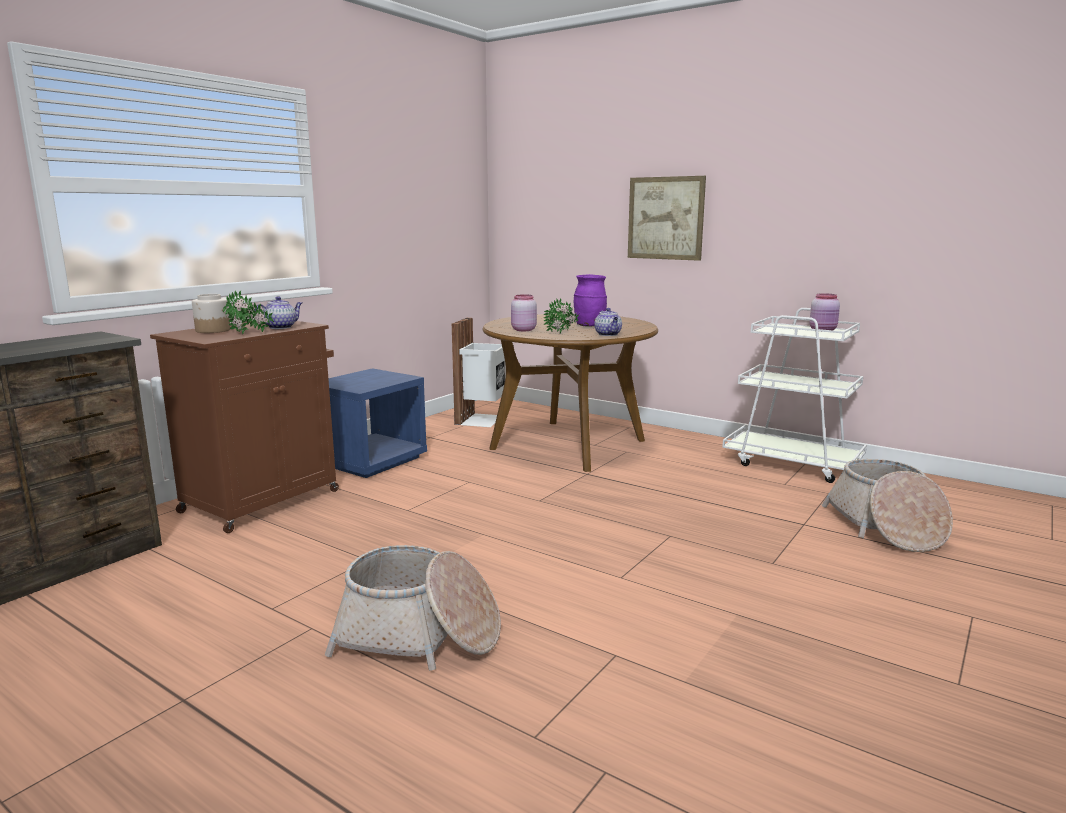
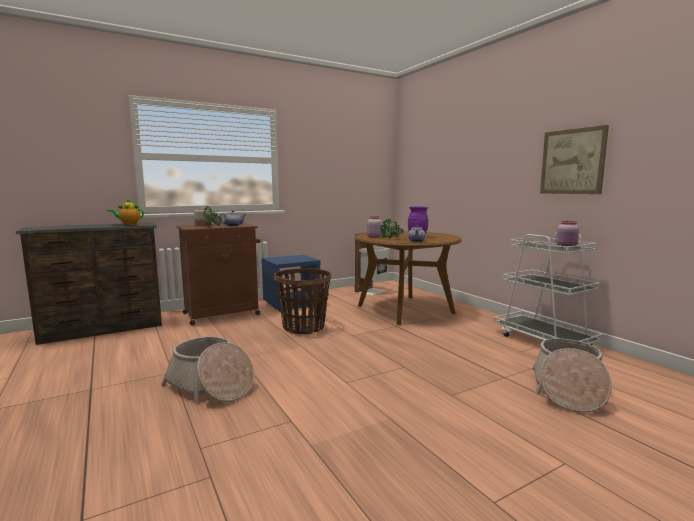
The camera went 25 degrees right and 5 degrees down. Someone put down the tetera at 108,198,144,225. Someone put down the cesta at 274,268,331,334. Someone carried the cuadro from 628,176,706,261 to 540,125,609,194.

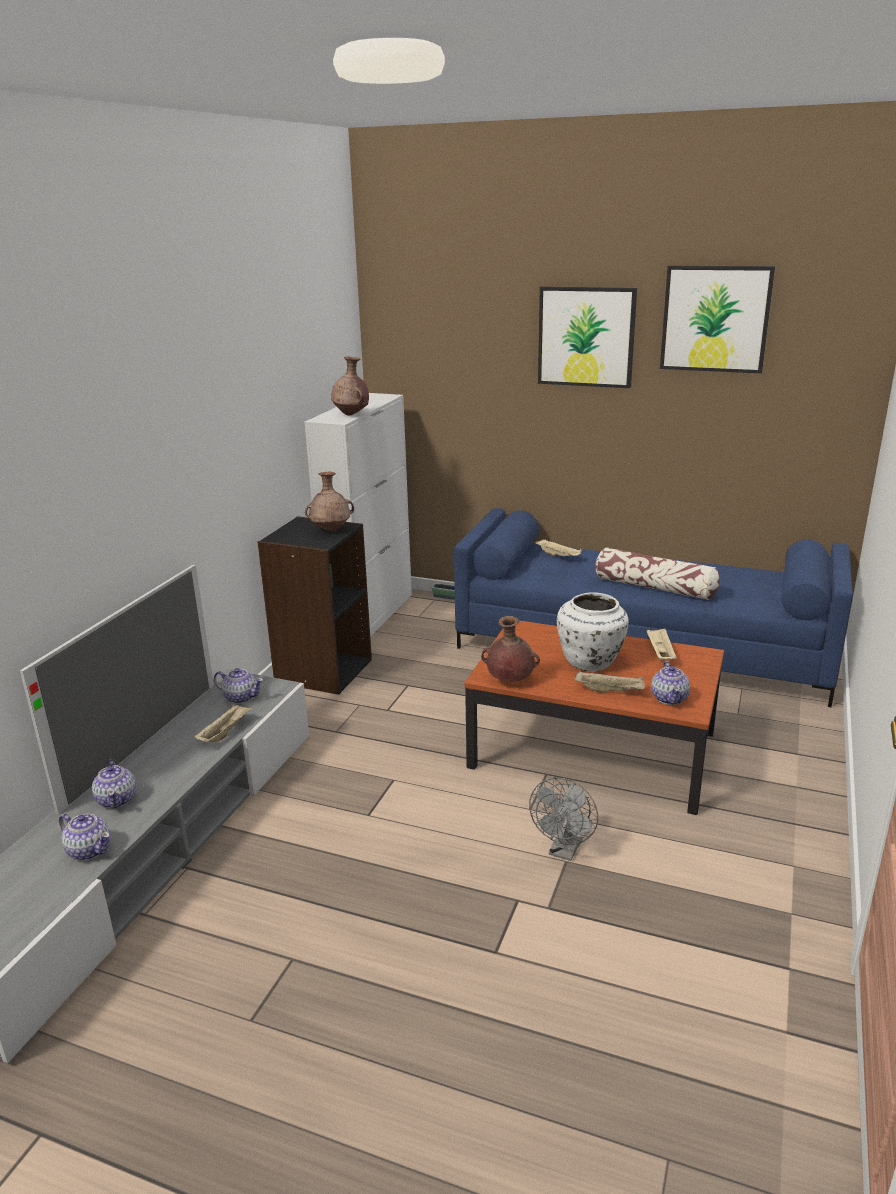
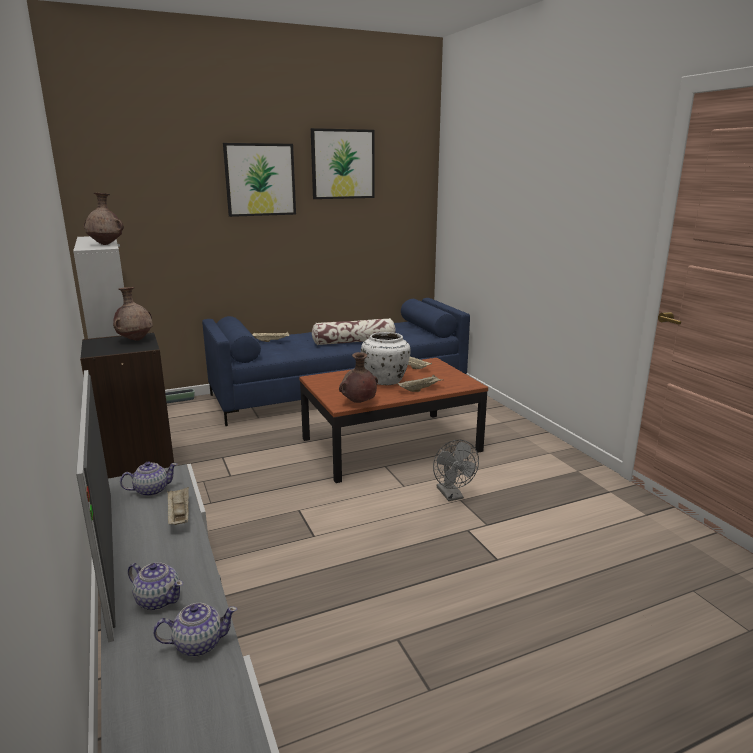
The camera went 45 degrees left and 5 degrees down. Someone took away the tetera at 651,661,690,705.

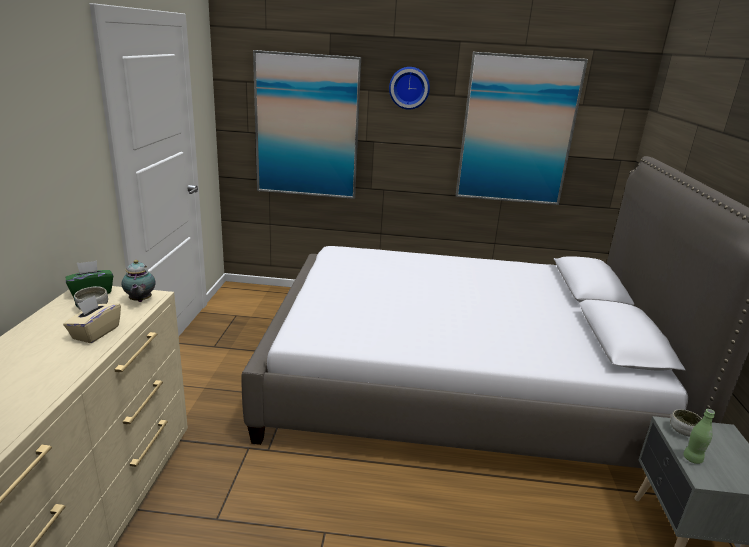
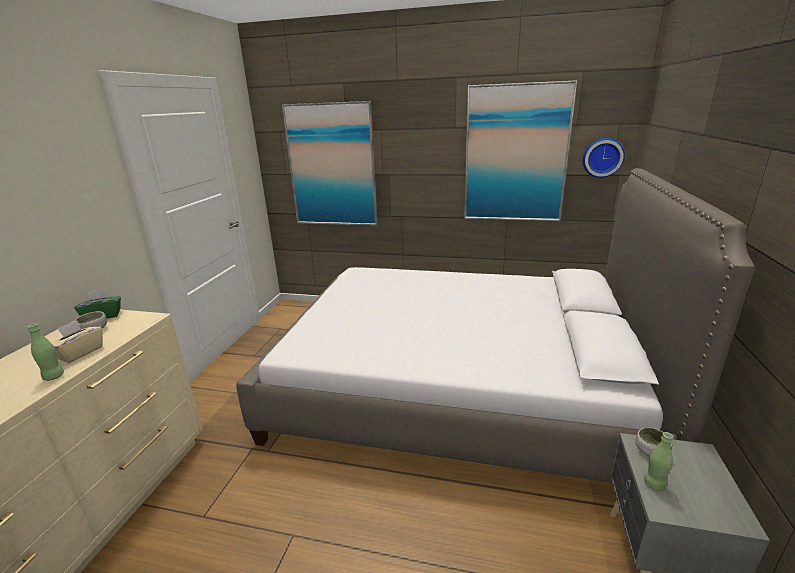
The camera went 10 degrees right and 0 degrees up. Someone took away the tetera at 122,260,155,302. Someone put down the botella/verde at 27,323,64,381. Someone carried the reloj de pared from 389,67,430,110 to 583,138,625,178.

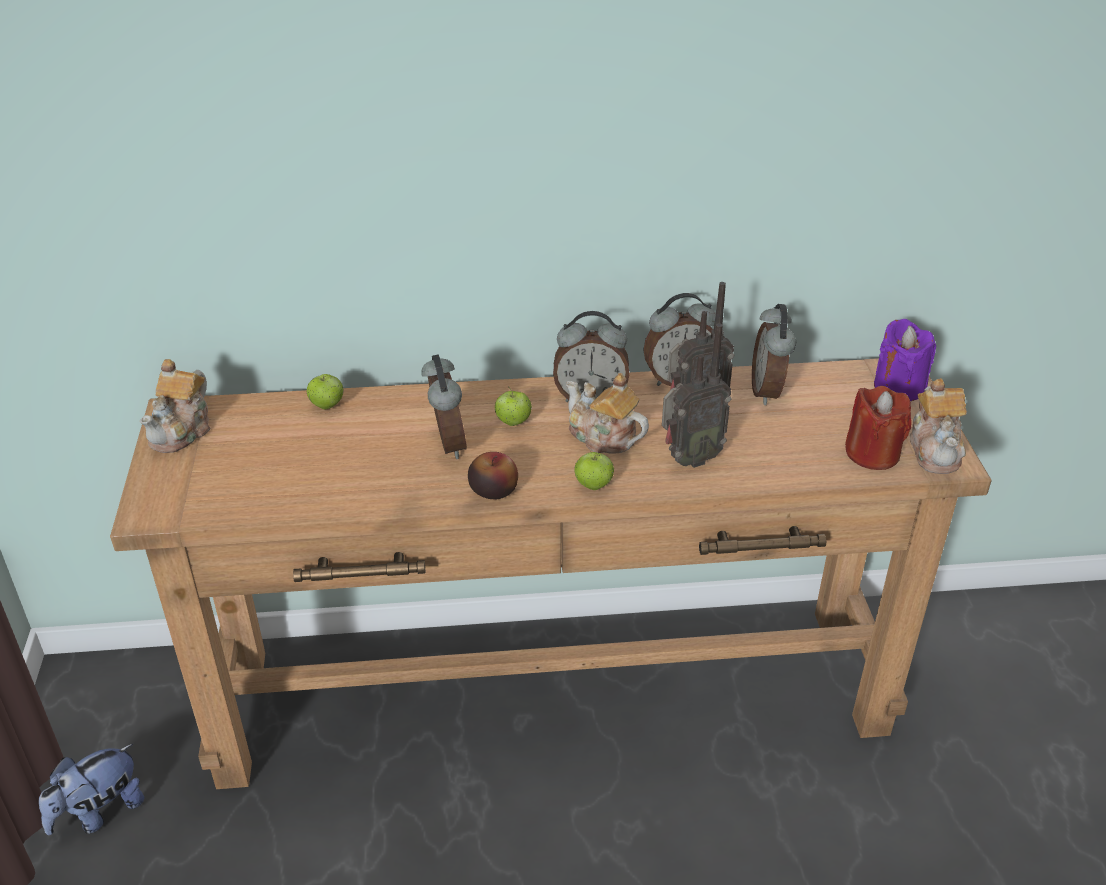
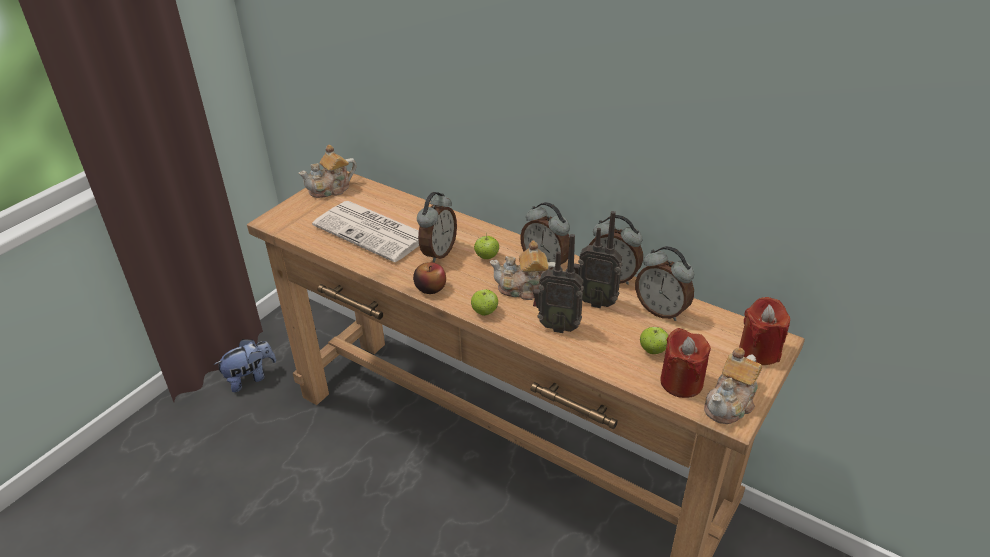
The camera went 40 degrees right and 0 degrees up. Someone put down the periódico at 312,201,419,262. Someone carried the manzana from 307,374,343,409 to 640,327,668,354. Someone repainted the vela/morado at 874,319,936,401, which became the vela/rojo at 739,297,790,365. Someone rotated the peluche at 39,744,145,835 by 150 degrees clockwise. Someone rotated the tetera at 566,373,649,454 by 75 degrees counterclockwise. Someone rotated the despertador at 752,304,796,405 by 90 degrees counterclockwise.

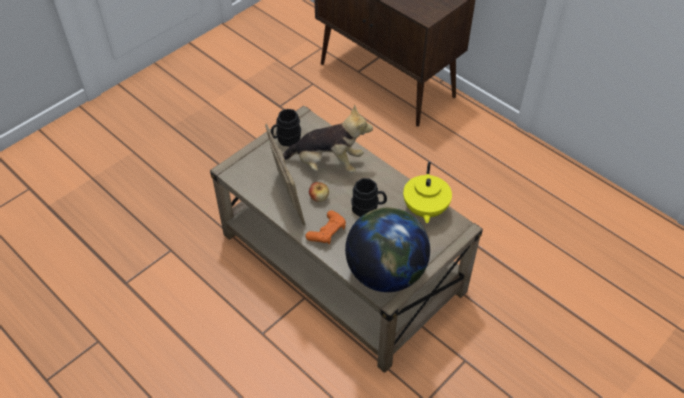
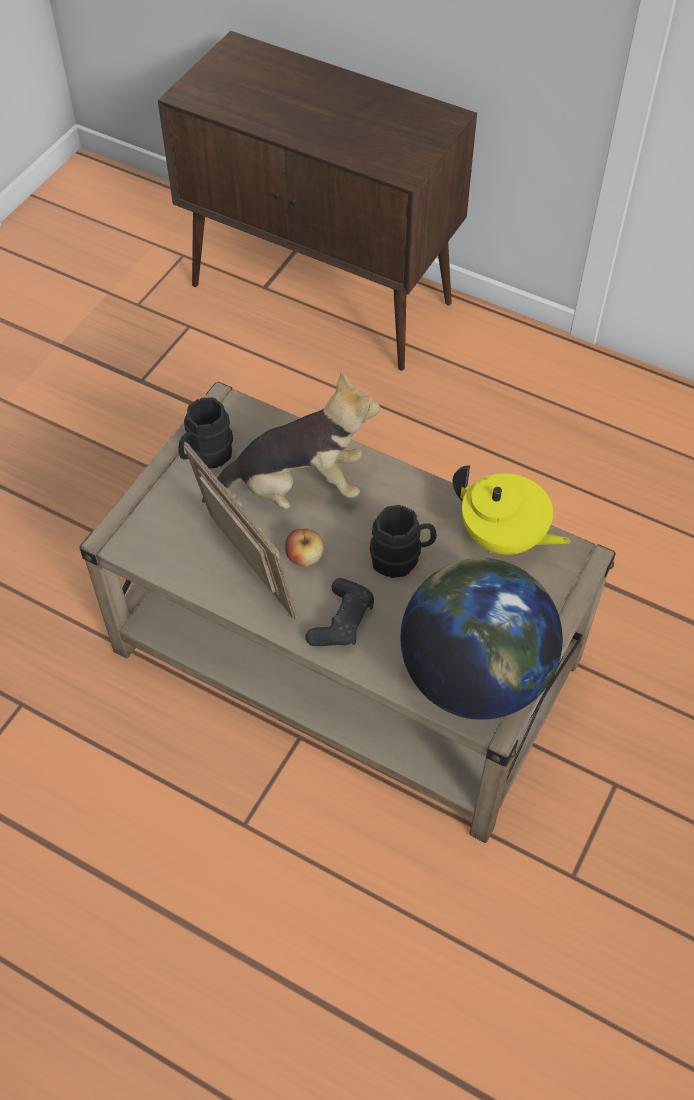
The camera went 15 degrees left and 5 degrees up. Someone repainted the mando de consola/naranja at 305,210,346,244, which became the mando de consola/negro at 306,578,374,646. Someone rotated the tetera/amarillo at 403,162,452,223 by 45 degrees counterclockwise.

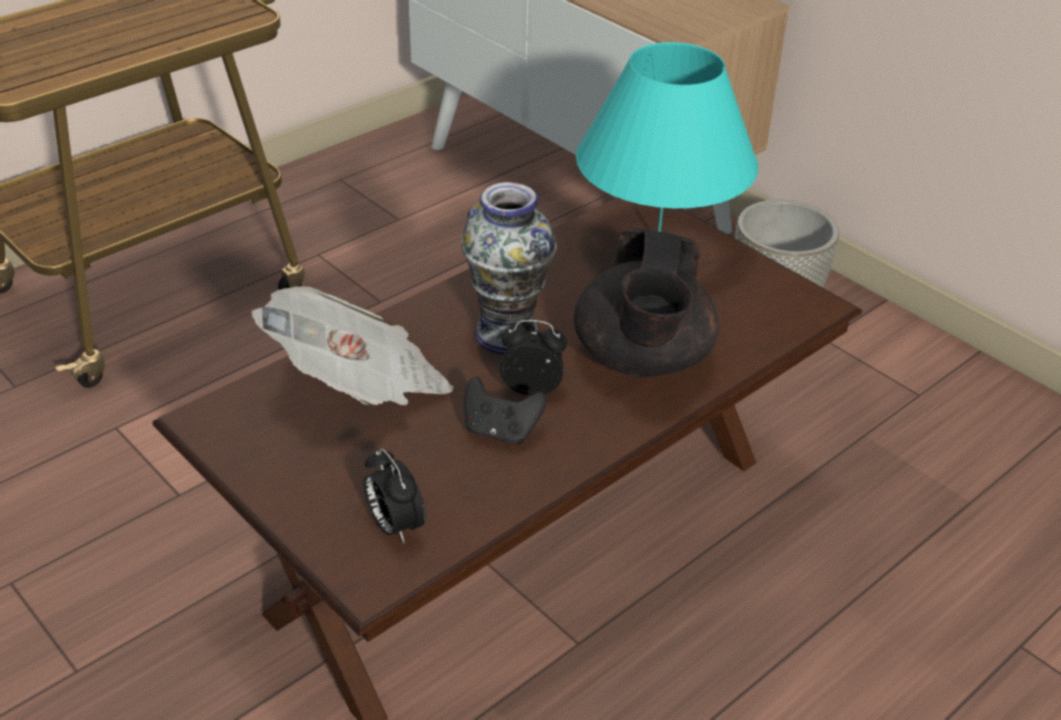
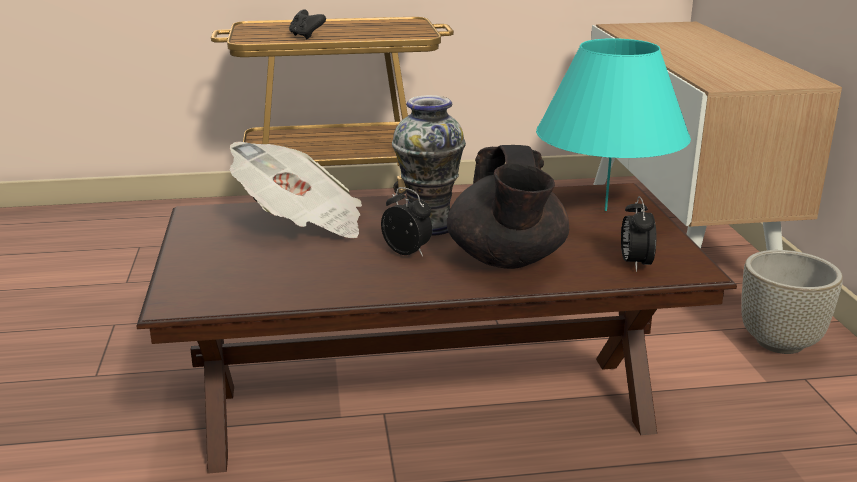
The camera went 35 degrees right and 15 degrees down. Someone carried the despertador from 363,448,426,543 to 621,196,656,272. Someone carried the mando de consola/negro from 464,376,547,444 to 289,10,326,39. Someone rotated the tetera/negro at 574,229,719,377 by 45 degrees counterclockwise.

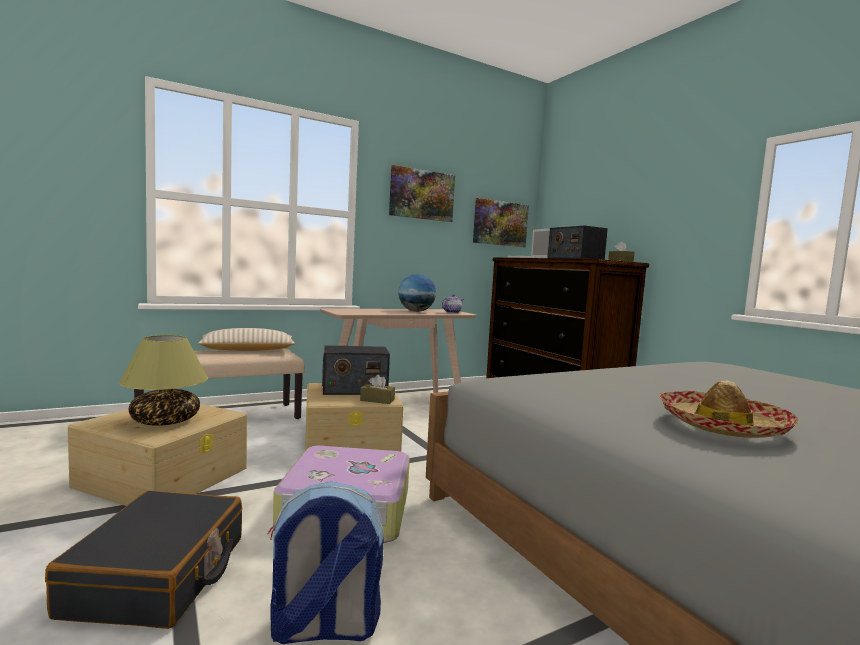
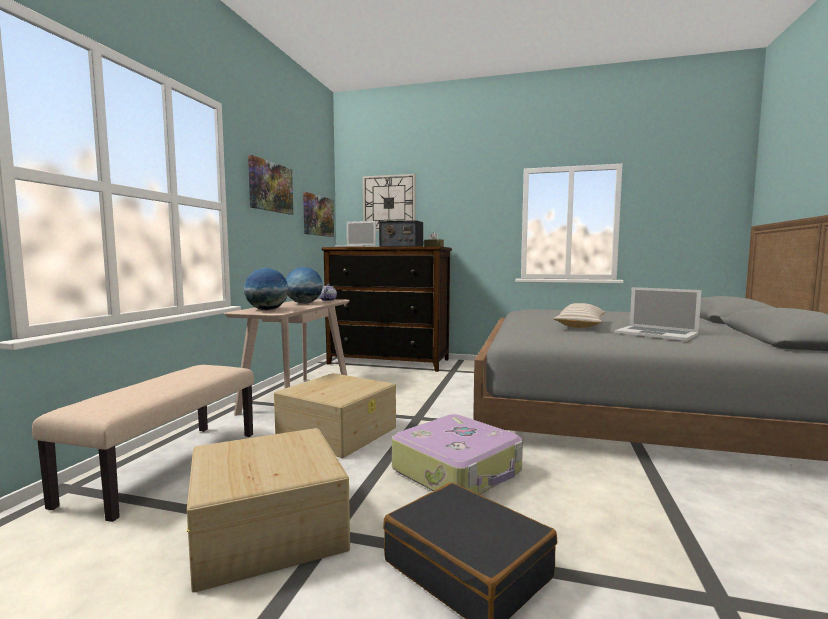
The camera went 45 degrees left and 0 degrees up. Someone took away the lámpara de mesa at 119,335,208,426. Someone took away the mochila at 268,482,384,644. Someone took away the radio at 322,345,390,395. Someone took away the caja de pañuelos/marrón at 360,374,395,404. Someone put down the globo terráqueo at 244,268,288,310. Someone put up the reloj de pared at 363,174,415,231. Someone carried the cojín/beis from 198,328,295,351 to 554,303,606,328. Someone swapped the sombrero at 659,380,798,438 for the portátil at 614,287,702,341.

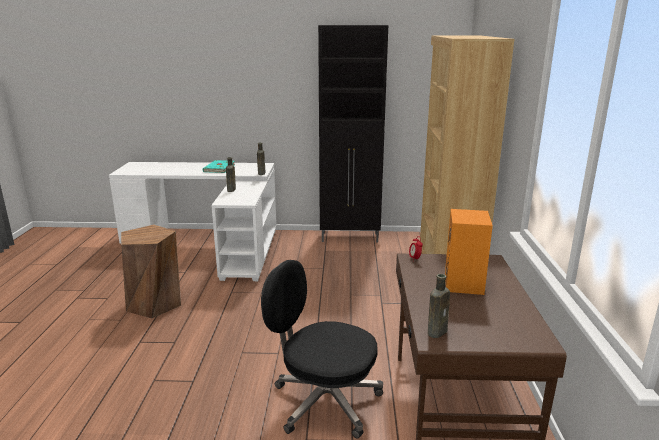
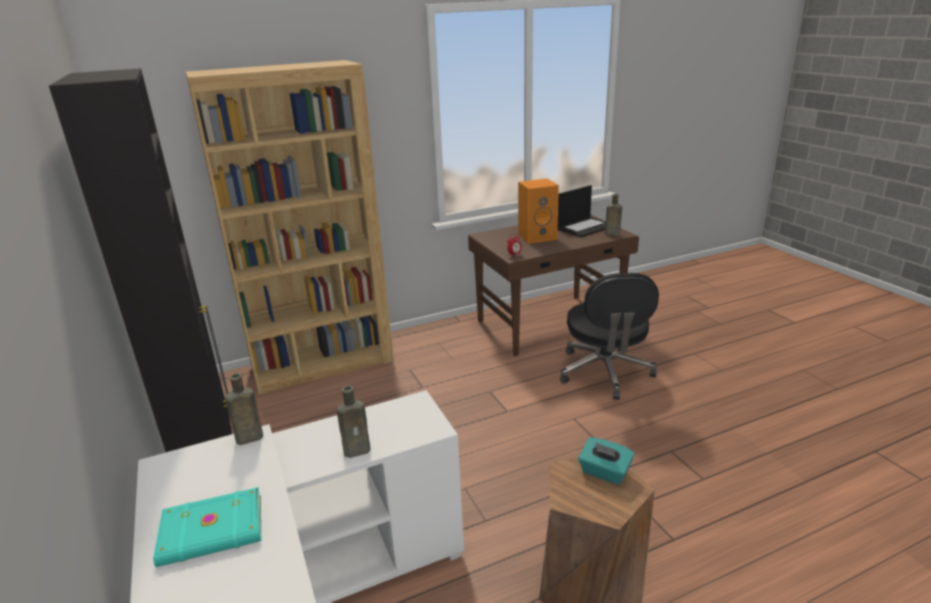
The camera went 115 degrees left and 5 degrees up. Someone put down the portátil at 558,185,606,238. Someone put down the caja de pañuelos/turquesa at 578,438,634,485.

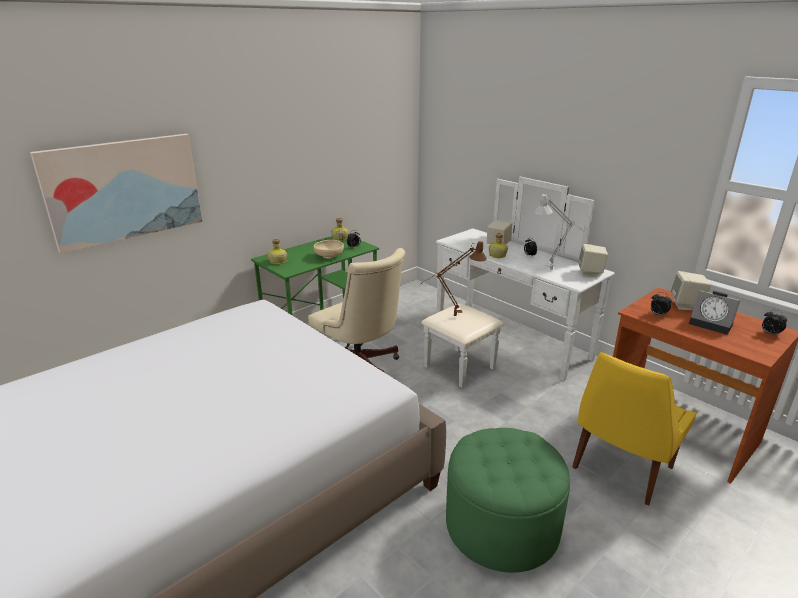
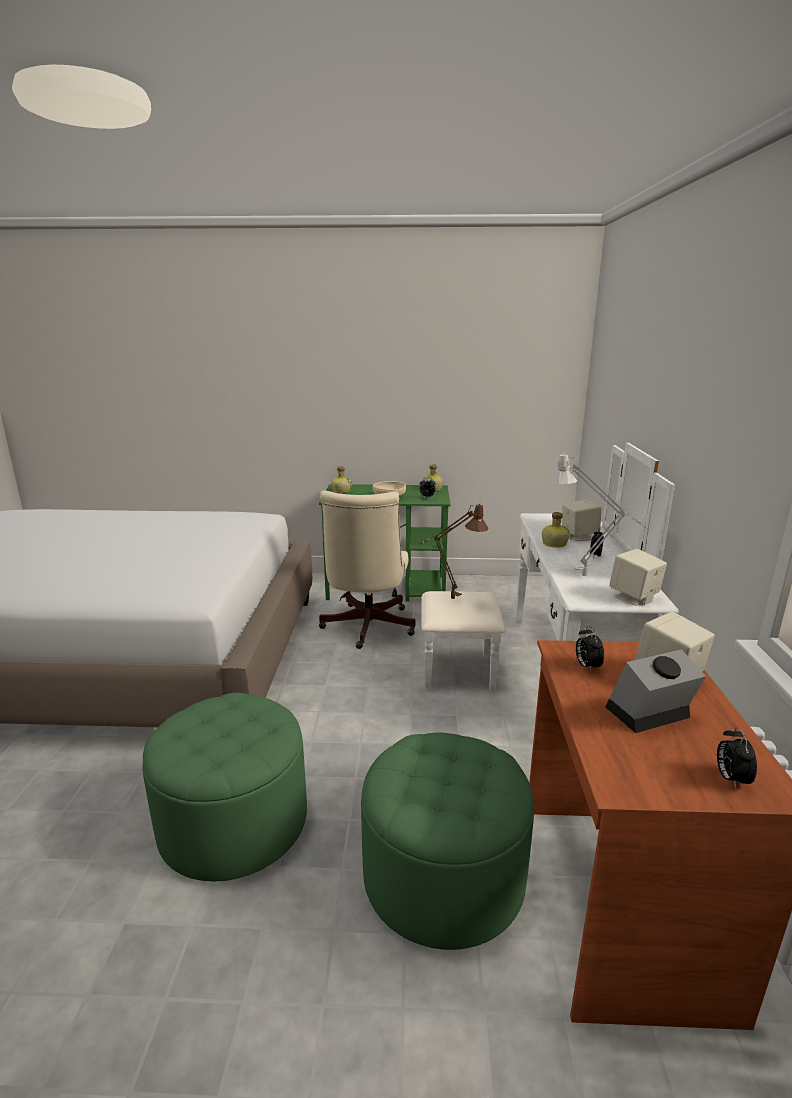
The camera went 45 degrees right and 5 degrees down. Someone took away the cuadro at 30,134,203,253. Someone swapped the silla/amarillo at 572,352,696,505 for the puf/verde at 361,733,534,950. Someone rotated the despertador at 689,291,741,335 by 75 degrees clockwise.

